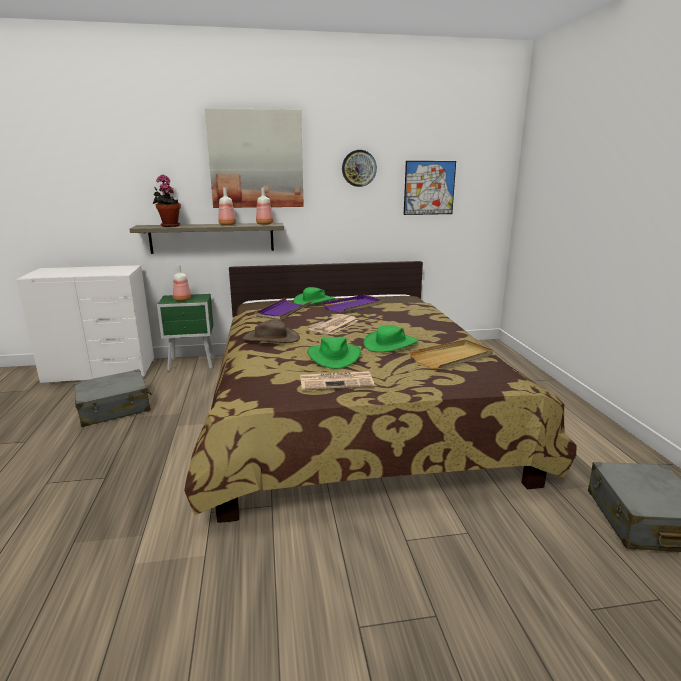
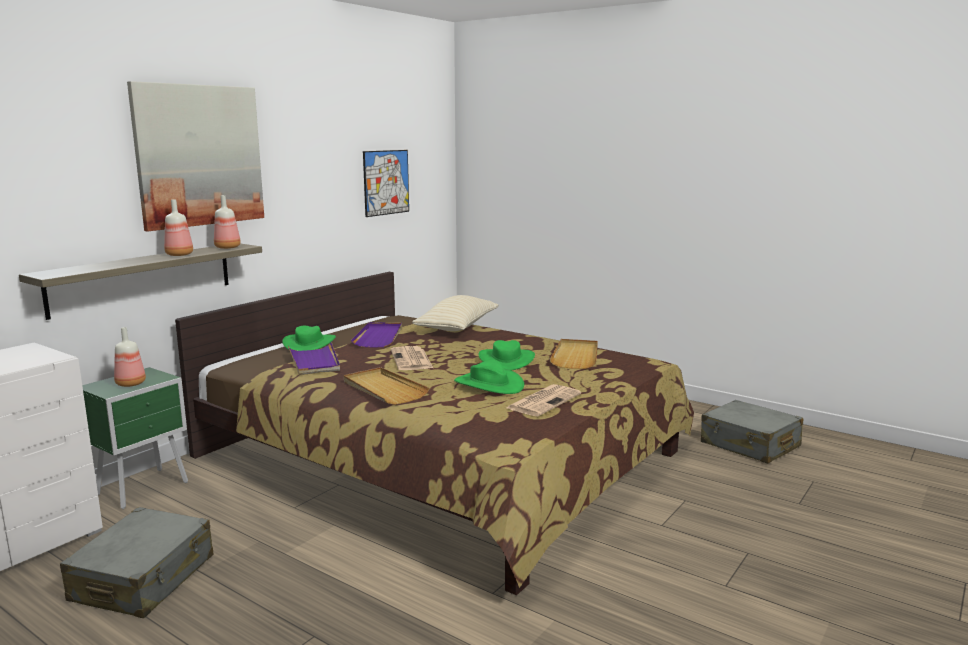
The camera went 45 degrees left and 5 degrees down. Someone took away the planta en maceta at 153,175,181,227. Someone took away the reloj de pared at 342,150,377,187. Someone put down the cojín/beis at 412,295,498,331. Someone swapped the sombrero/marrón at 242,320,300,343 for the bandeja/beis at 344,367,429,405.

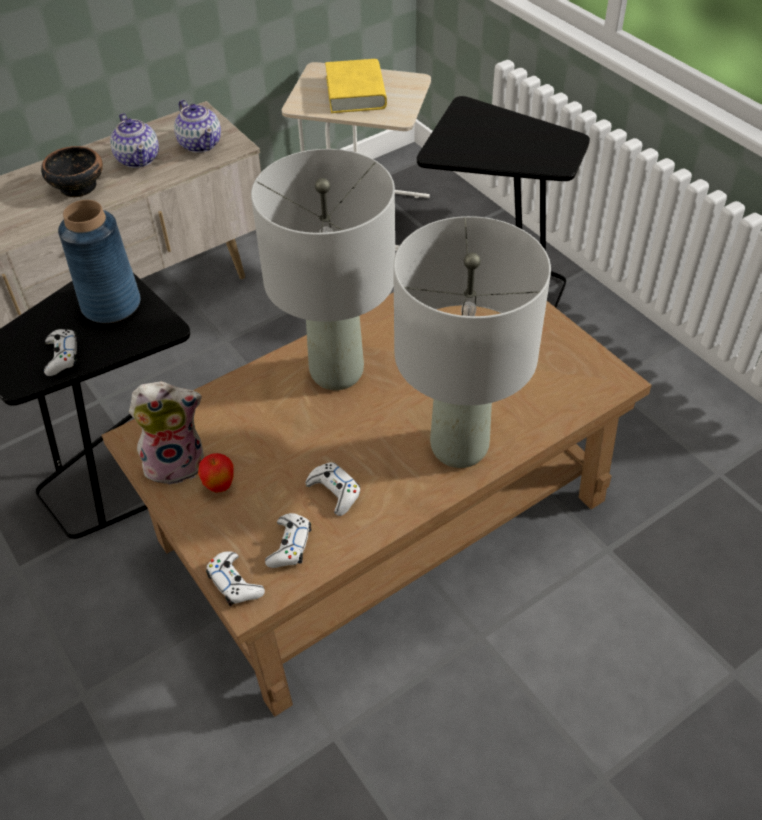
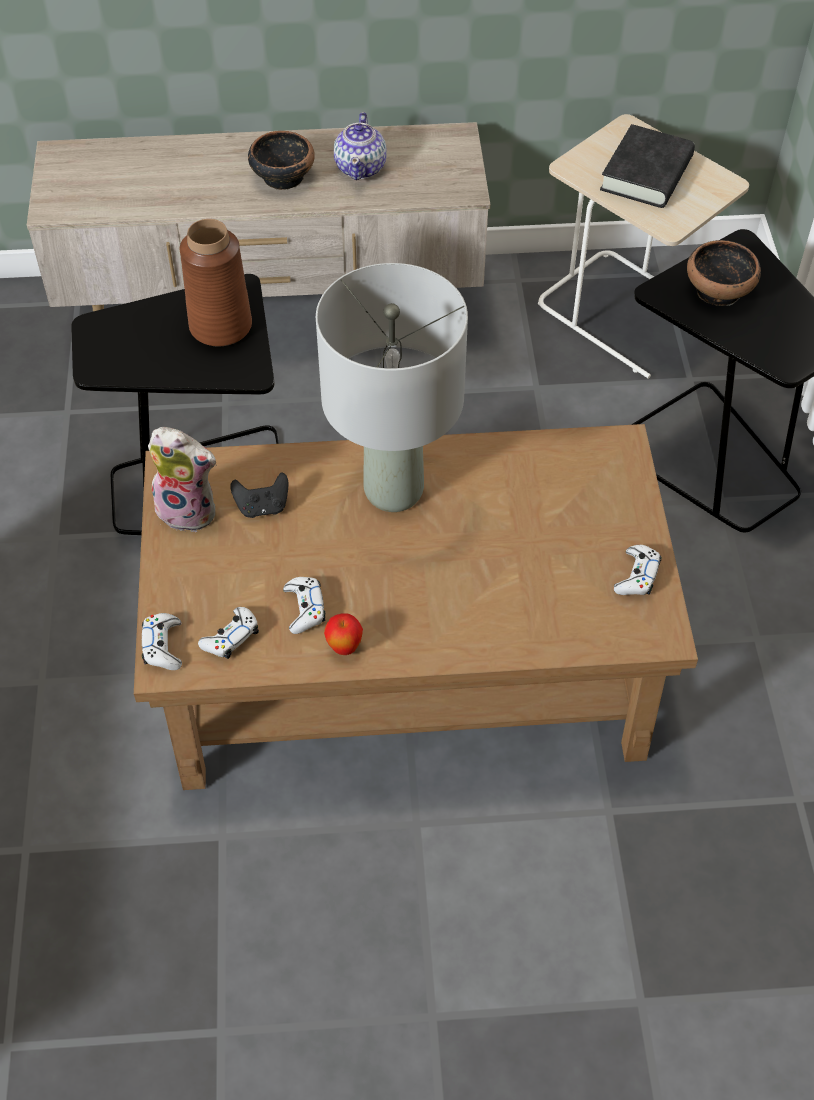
The camera went 30 degrees right and 5 degrees up. Someone took away the tetera at 174,100,221,153. Someone took away the lámpara de mesa/gris at 393,216,551,468. Someone put down the mando de consola/negro at 230,473,288,518. Someone put down the cuenco at 687,240,761,306. Someone carried the mando de consola/blanco from 44,329,78,376 to 614,545,661,595. Someone carried the manzana from 198,453,234,492 to 324,613,363,655. Someone repainted the florero/azul at 58,200,141,323, which became the florero/marrón at 180,219,252,347. Someone repainted the libro/amarillo at 325,59,387,113, which became the libro/negro at 600,124,695,208.

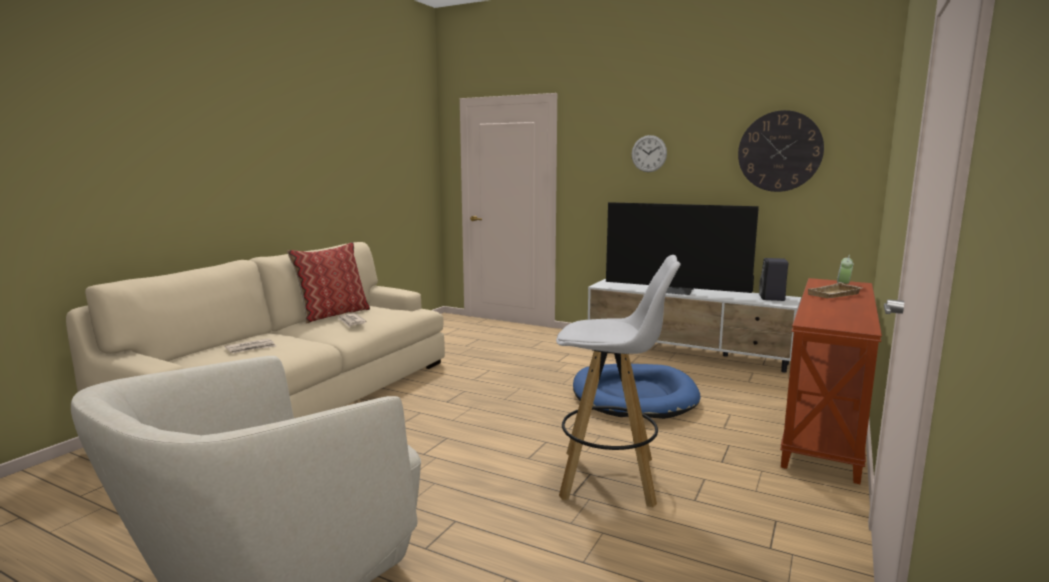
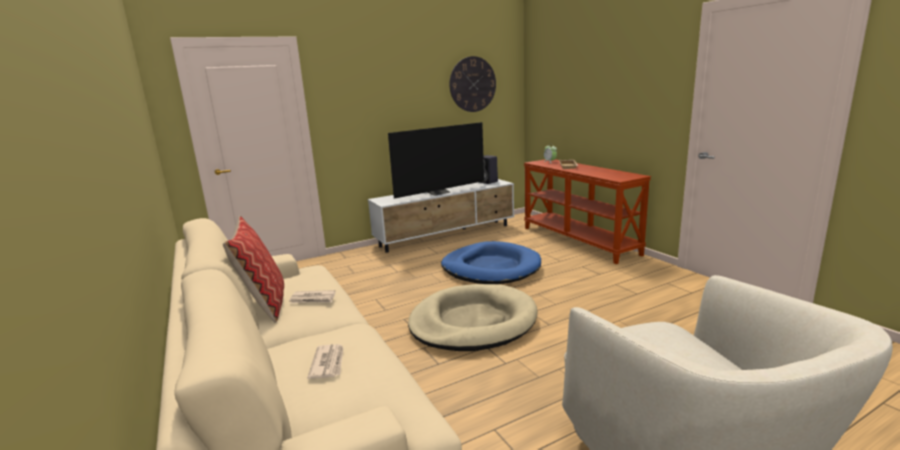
The camera went 55 degrees left and 5 degrees up. Someone took away the taburete/blanco at 556,255,681,507. Someone took away the reloj de pared at 632,135,667,172. Someone put down the cama para perro/beis at 408,284,538,351.

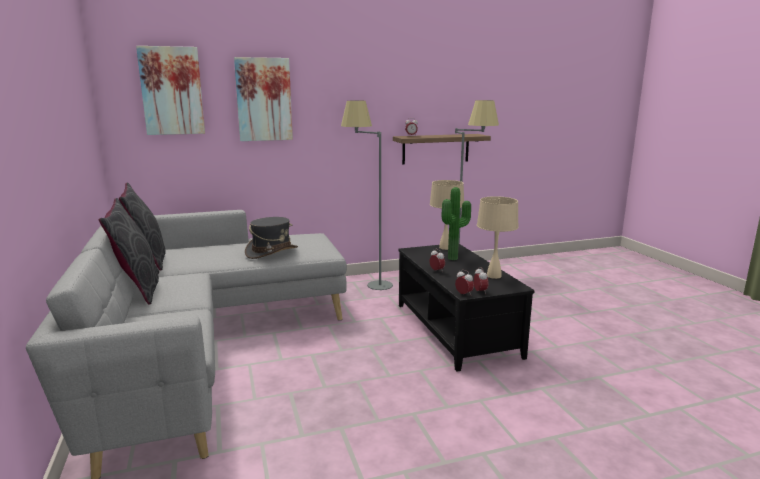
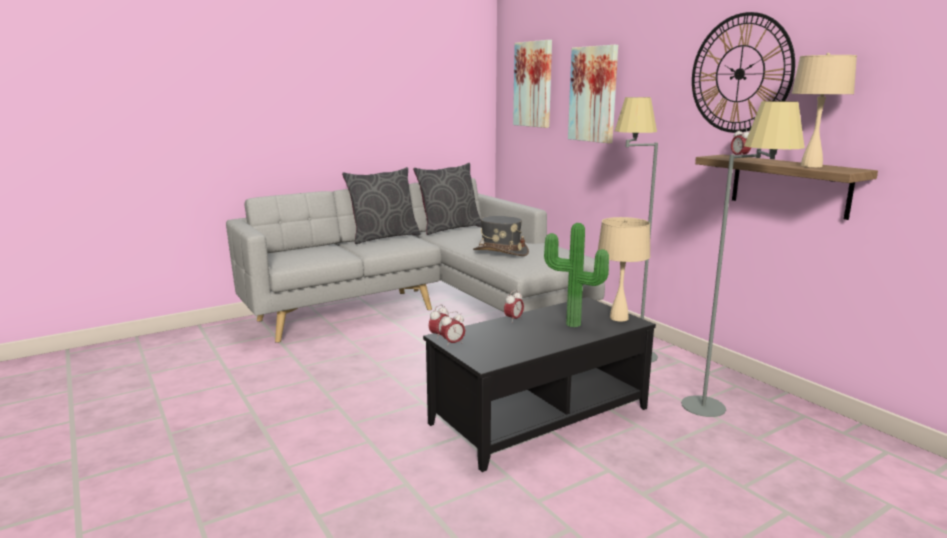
The camera went 75 degrees right and 0 degrees up. Someone put up the reloj de pared at 692,12,795,133. Someone carried the lámpara de mesa/beis from 477,196,519,279 to 791,53,857,167.

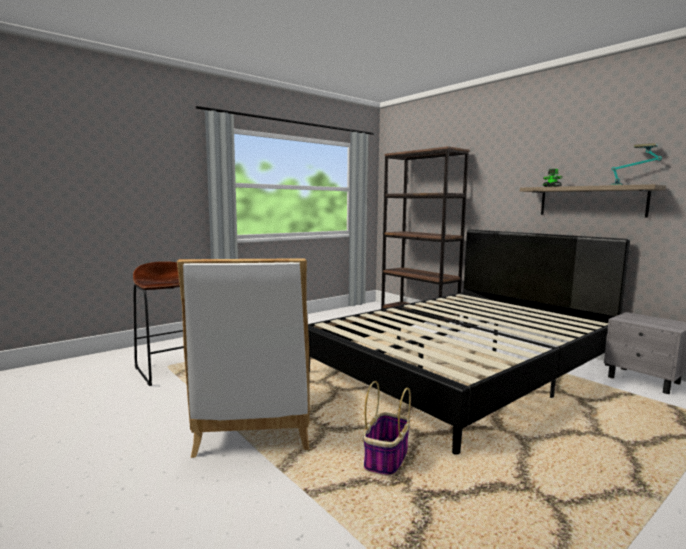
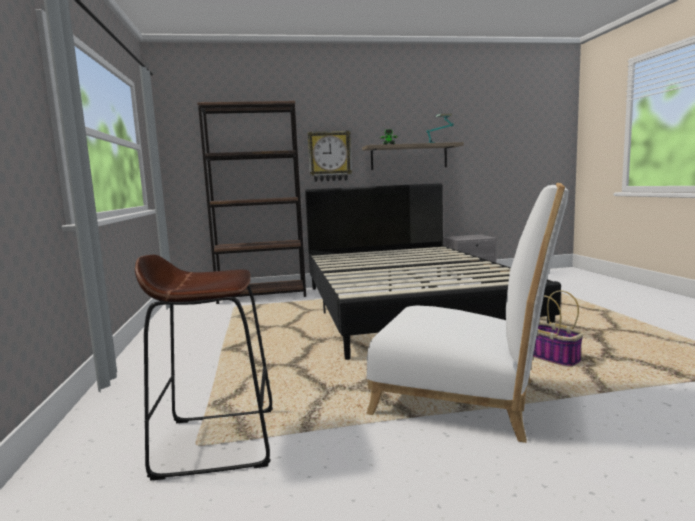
The camera went 60 degrees left and 0 degrees up. Someone put up the reloj de pared at 307,131,352,182.

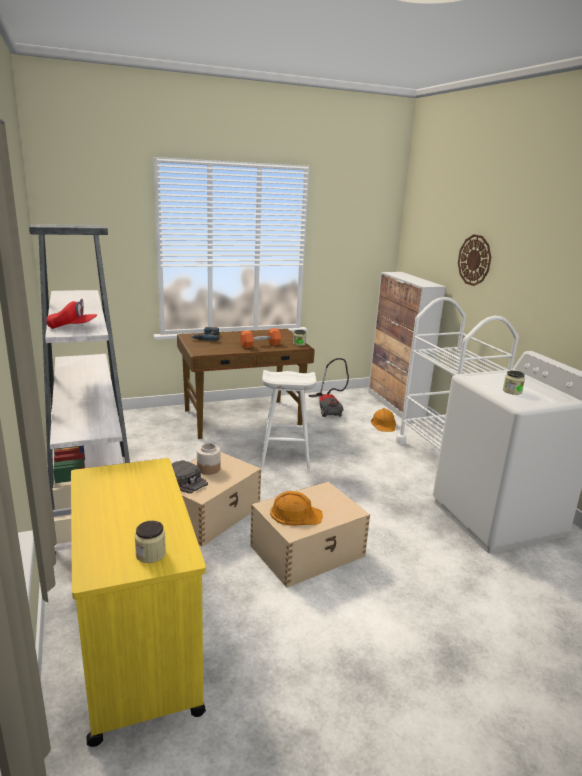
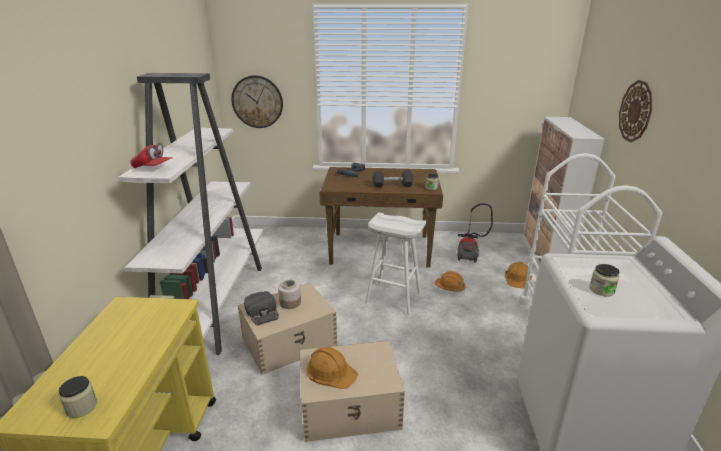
The camera went 25 degrees right and 5 degrees up. Someone put up the reloj de pared at 231,75,283,128. Someone put down the casco/naranja at 435,271,465,292. Someone repainted the mancuerna/naranja at 240,328,282,348, which became the mancuerna/negro at 373,170,413,188.

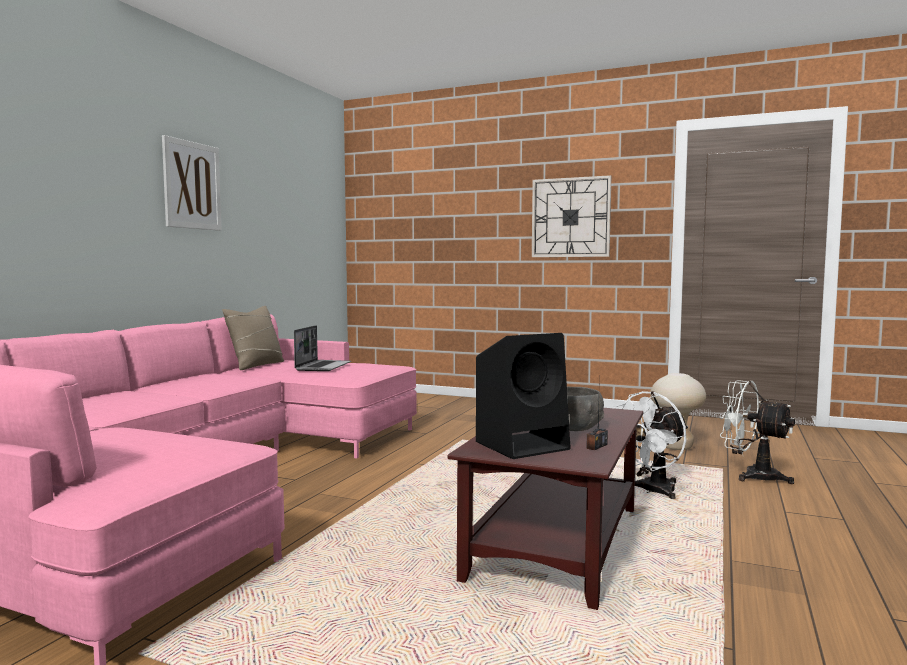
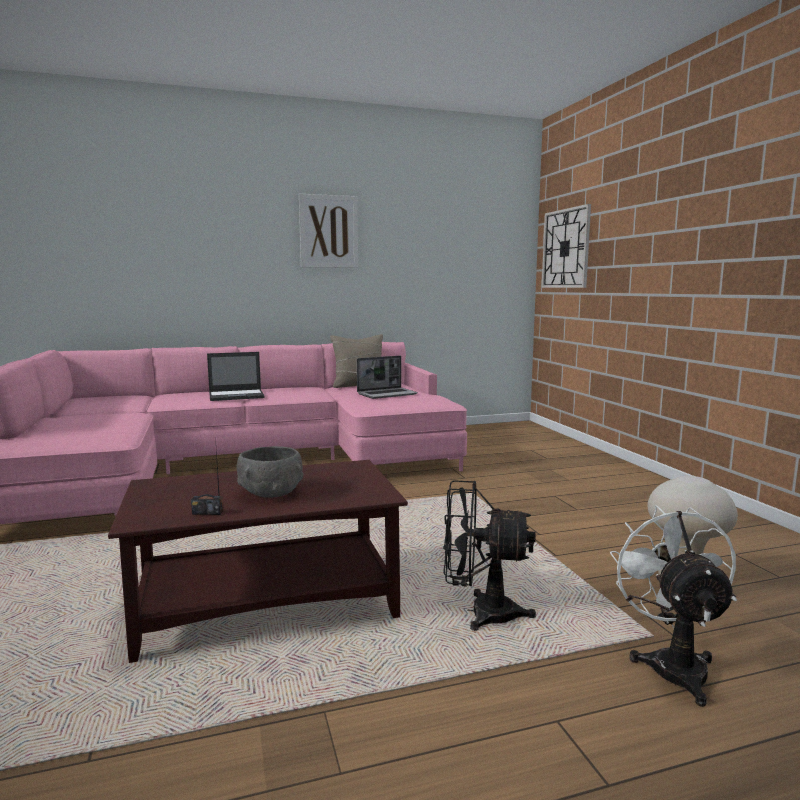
The camera went 50 degrees right and 5 degrees up. Someone took away the altavoz/negro at 476,333,571,459. Someone put down the portátil at 207,352,265,401. Someone carried the reloj de pared from 532,175,611,257 to 542,204,591,288. Someone repainted the ventilador/blanco at 614,391,688,499, which became the ventilador/negro at 443,480,536,631.

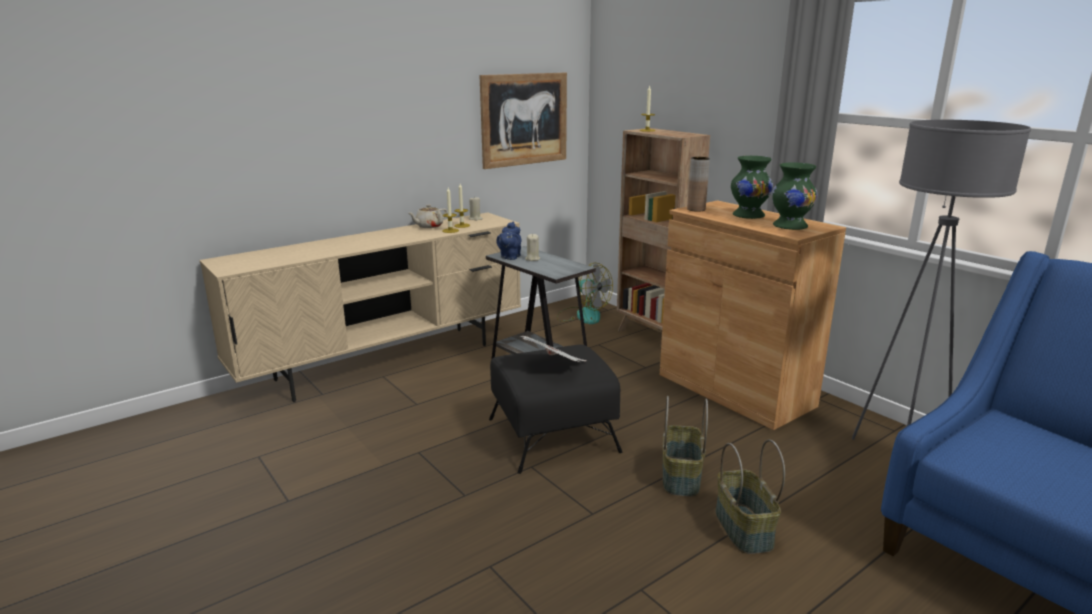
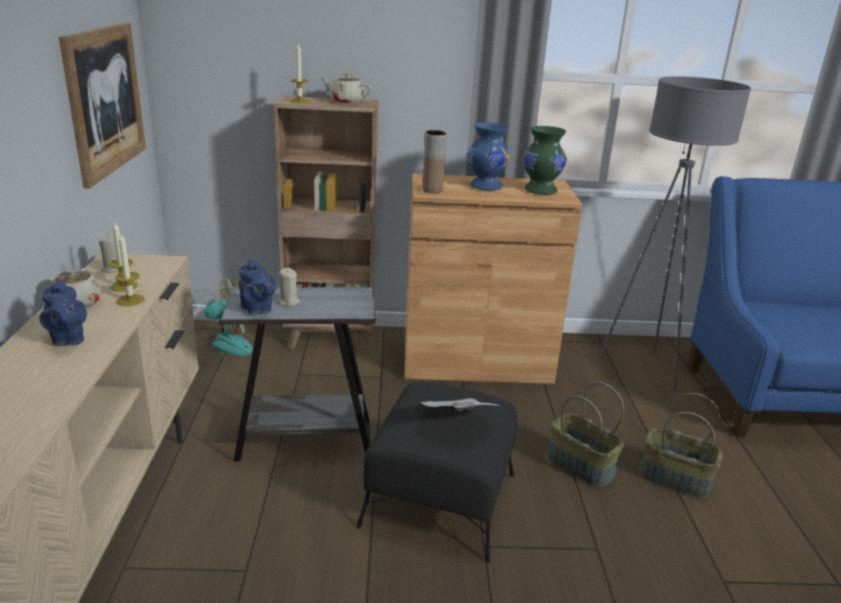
The camera went 55 degrees left and 5 degrees up. Someone put down the tetera/azul at 40,279,87,346. Someone put down the tetera/beis at 321,73,372,104. Someone repainted the florero/verde at 731,156,773,219, which became the florero/azul at 467,122,511,190.

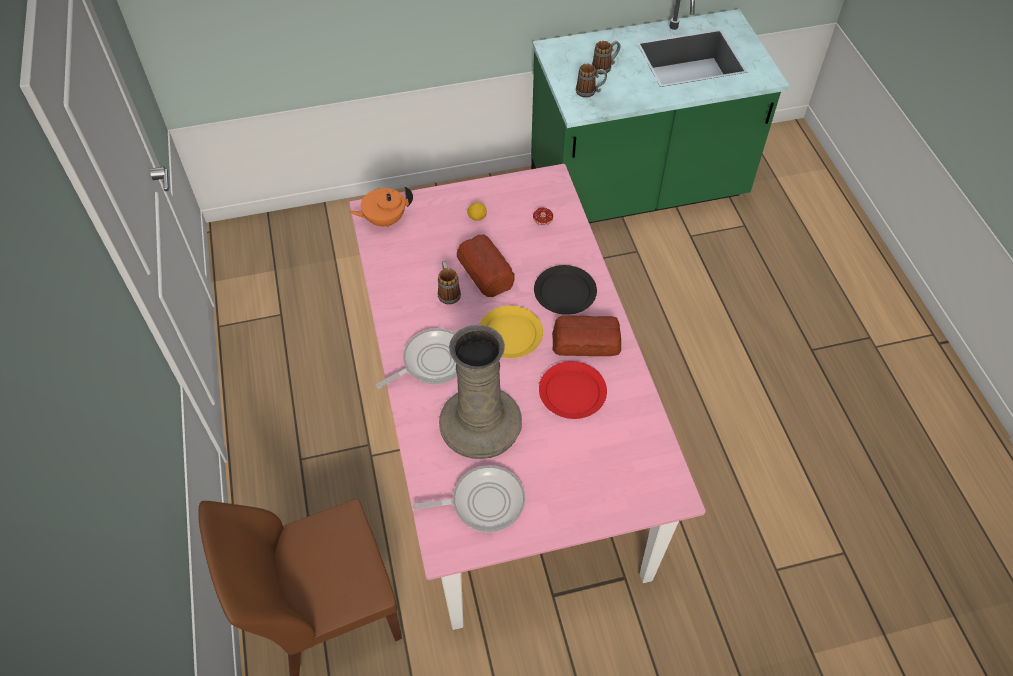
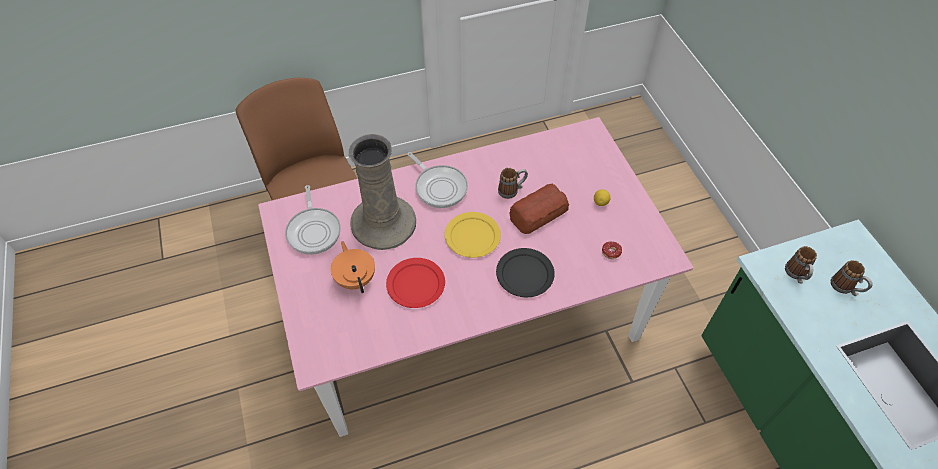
The camera went 85 degrees right and 0 degrees up. Someone took away the pan at 552,315,621,356. Someone carried the tetera/naranja from 349,186,413,227 to 331,241,375,293.

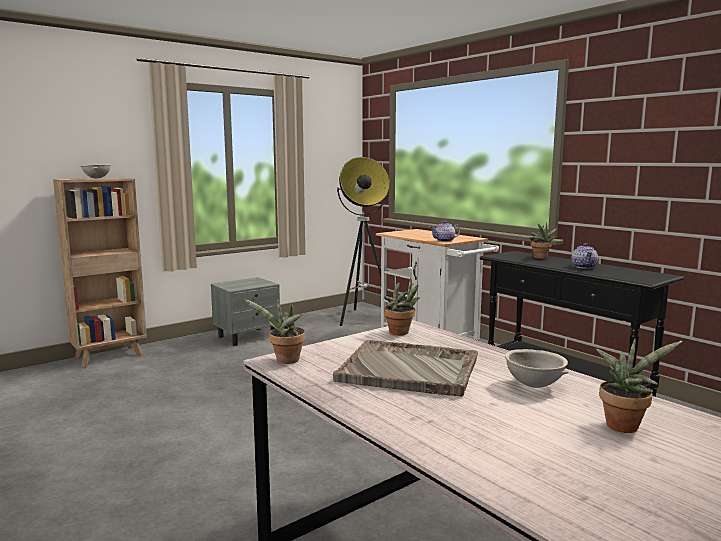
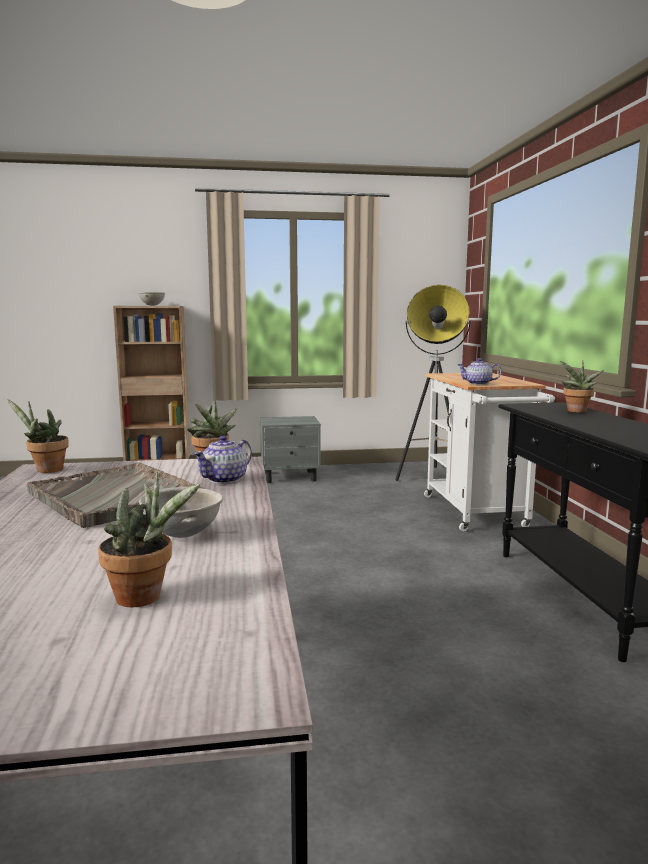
The camera went 30 degrees right and 0 degrees up. Someone carried the tetera from 572,243,598,269 to 193,436,252,484.

